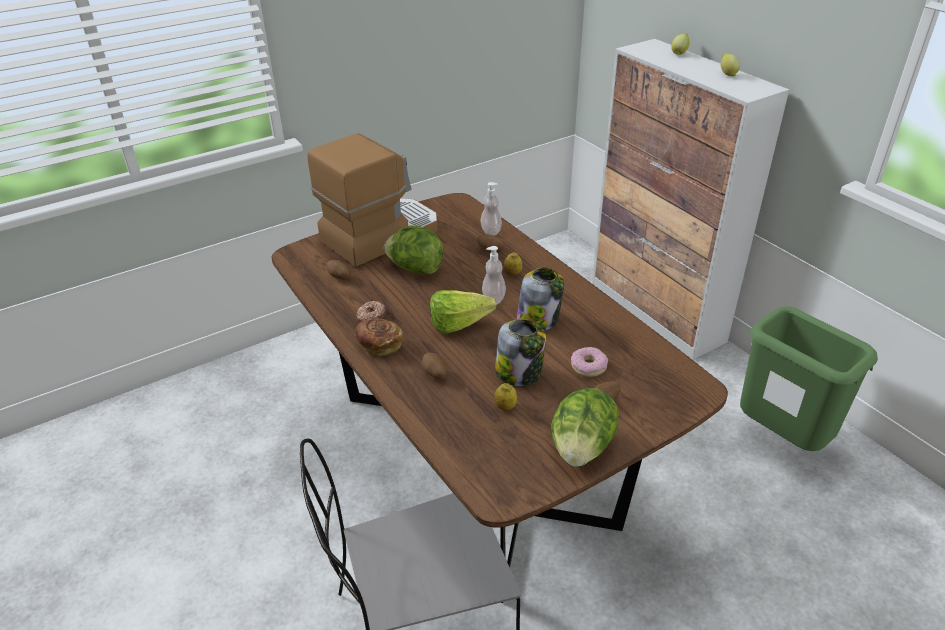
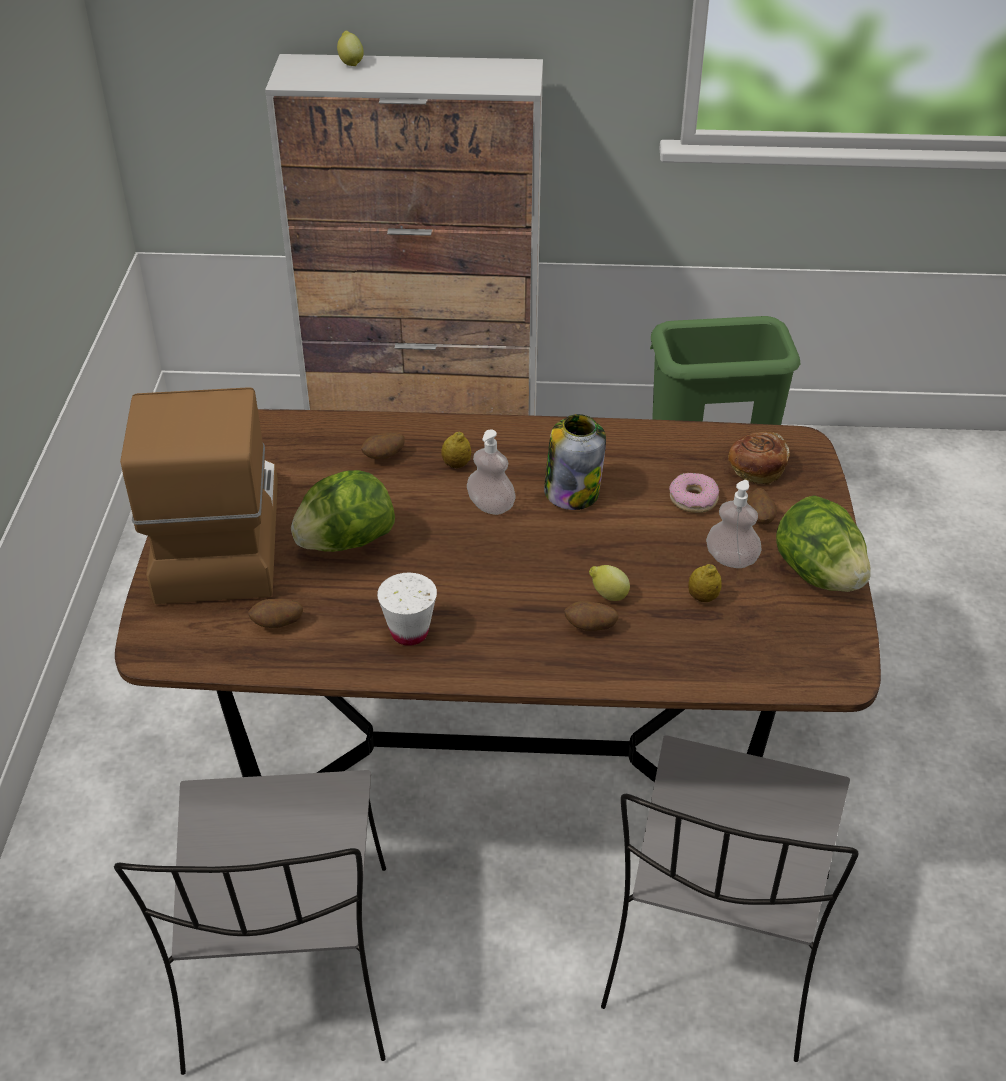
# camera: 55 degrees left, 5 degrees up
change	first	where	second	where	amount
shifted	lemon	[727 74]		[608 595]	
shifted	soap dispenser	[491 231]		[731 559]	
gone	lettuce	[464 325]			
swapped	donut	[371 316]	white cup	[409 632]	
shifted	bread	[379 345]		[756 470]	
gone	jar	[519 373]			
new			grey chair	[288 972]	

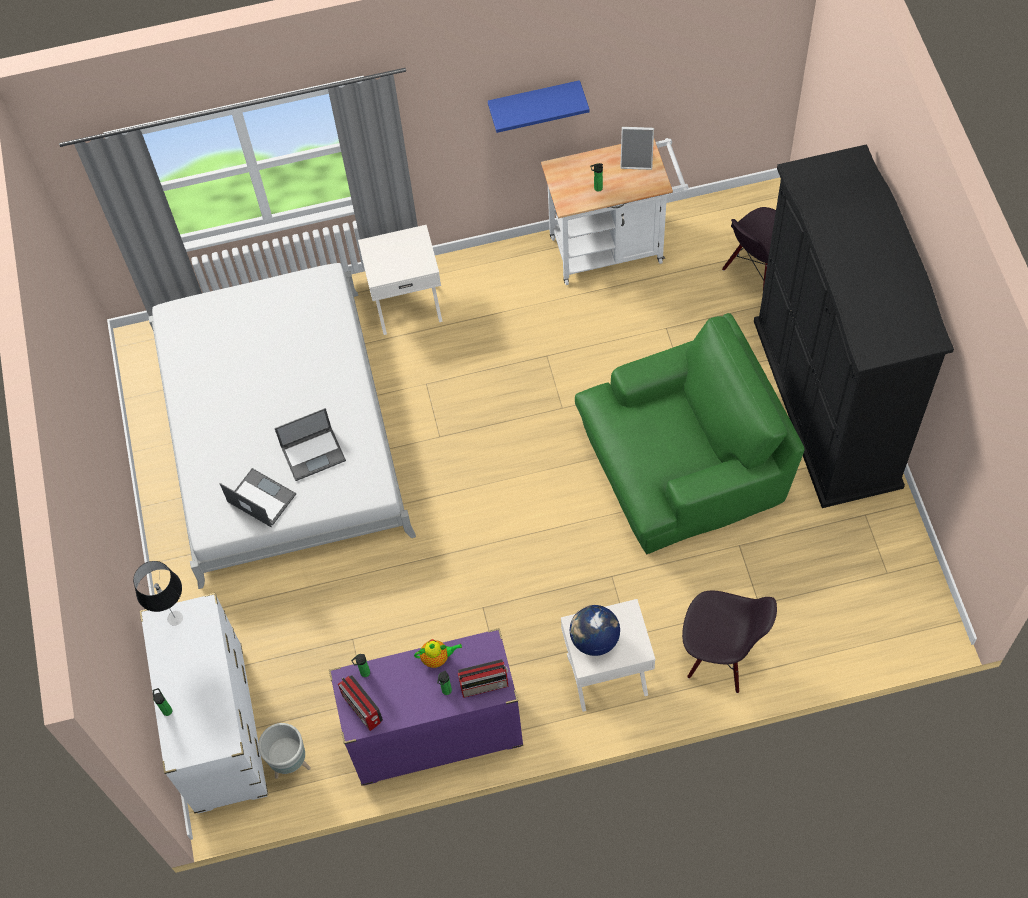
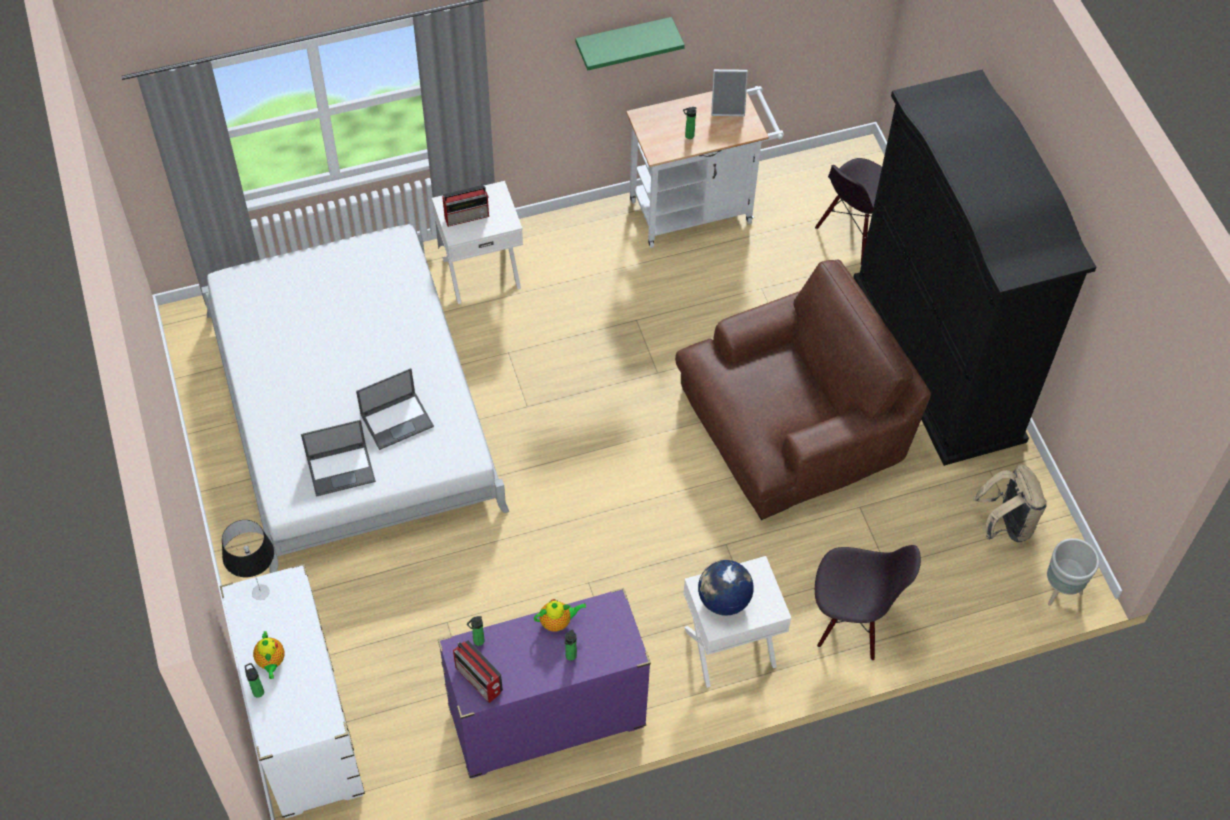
# camera: 10 degrees left, 5 degrees down
change	first	where	second	where	amount
repainted	blue shelf	[534 102]	green shelf	[623 41]	
repainted	green armchair	[683 462]	brown armchair	[792 423]	
rotated	laptop	[260 498]		[341 469]	135 degrees clockwise
shifted	radio	[485 684]		[467 216]	
shifted	grey planter	[291 764]		[1060 591]	
new			beige backpack	[1005 524]	
new			teapot	[271 662]	

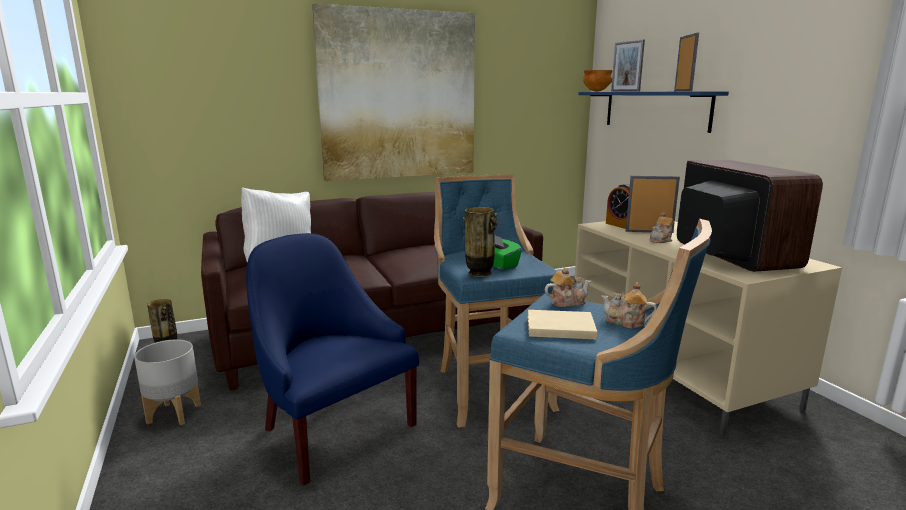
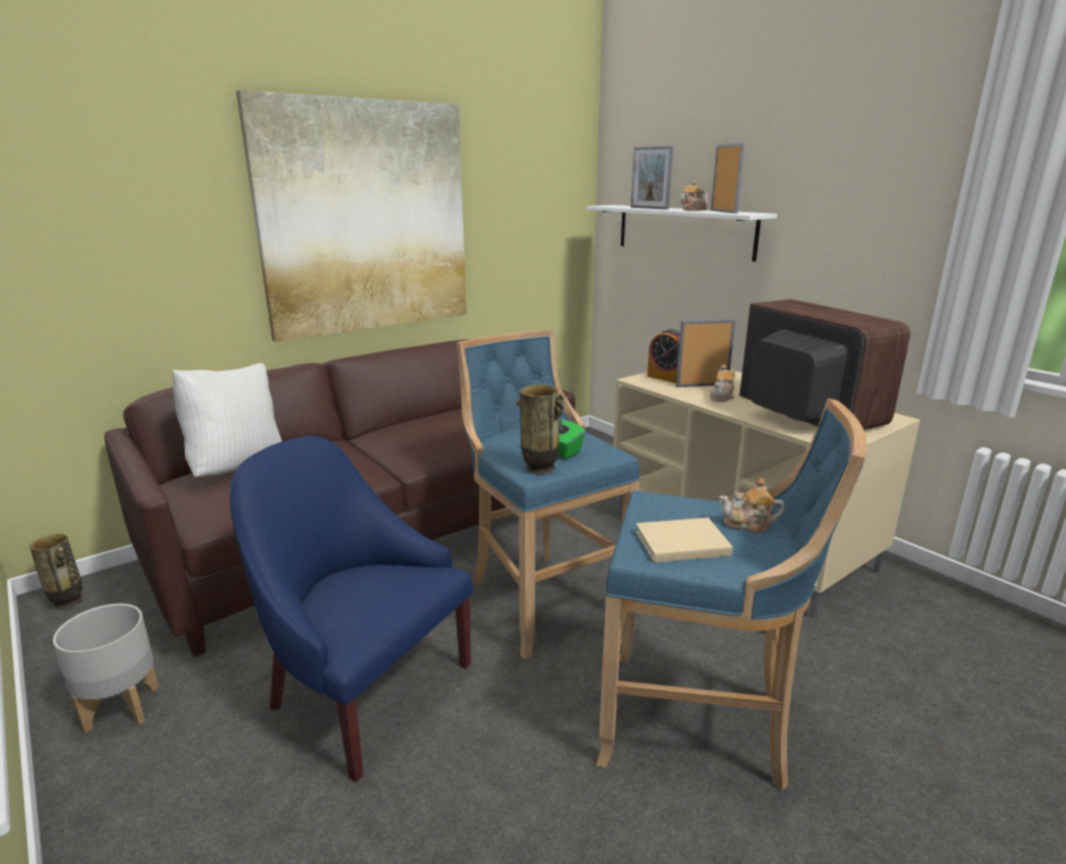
# camera: 15 degrees left, 5 degrees up
change	first	where	second	where	amount
gone	bowl	[597 91]			
repainted	blue shelf	[655 110]	white shelf	[684 231]	
shifted	teapot	[566 302]		[693 210]	

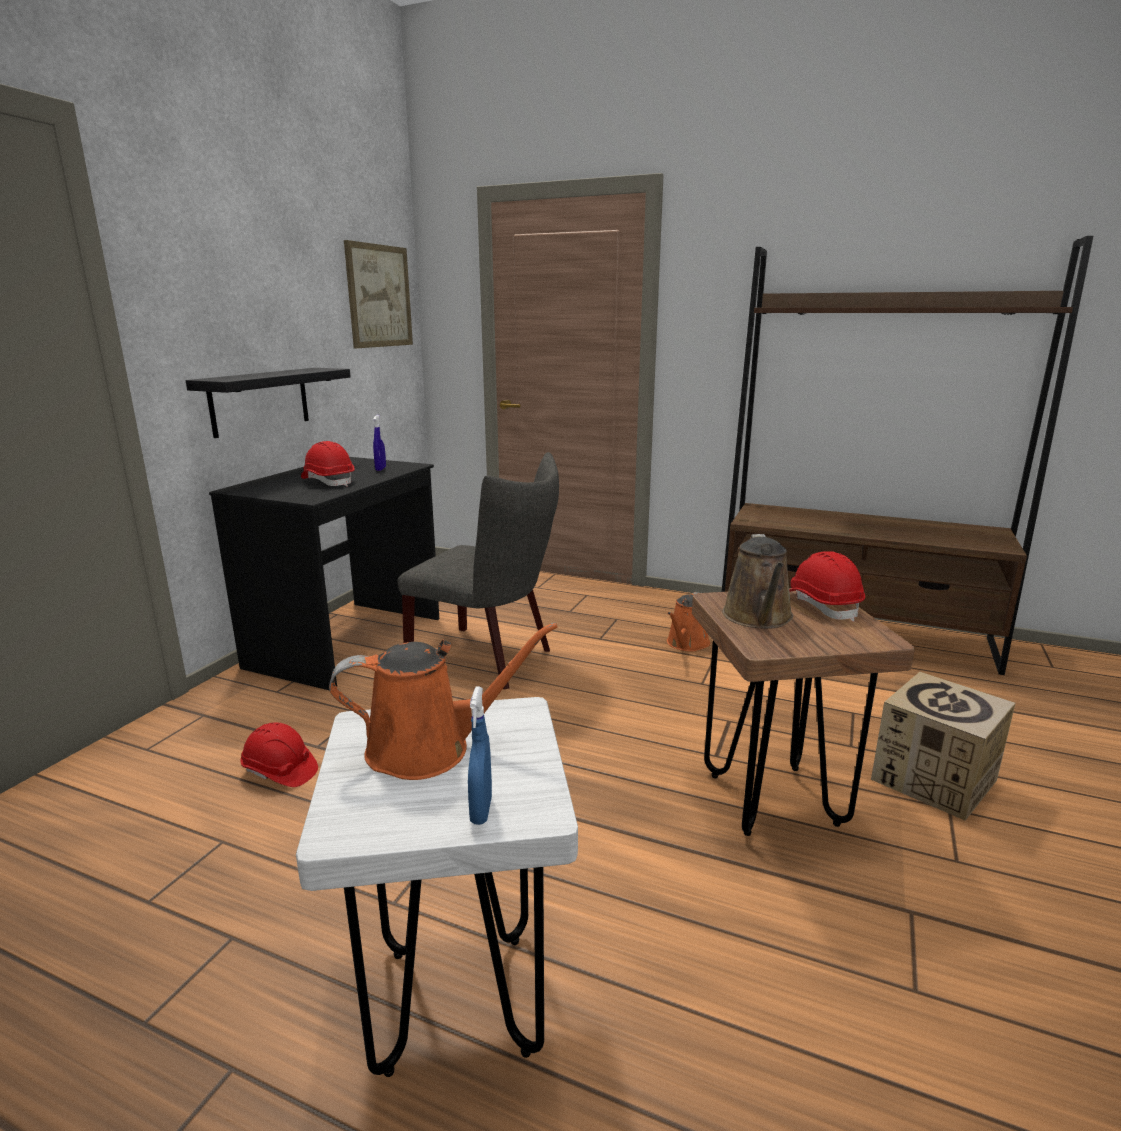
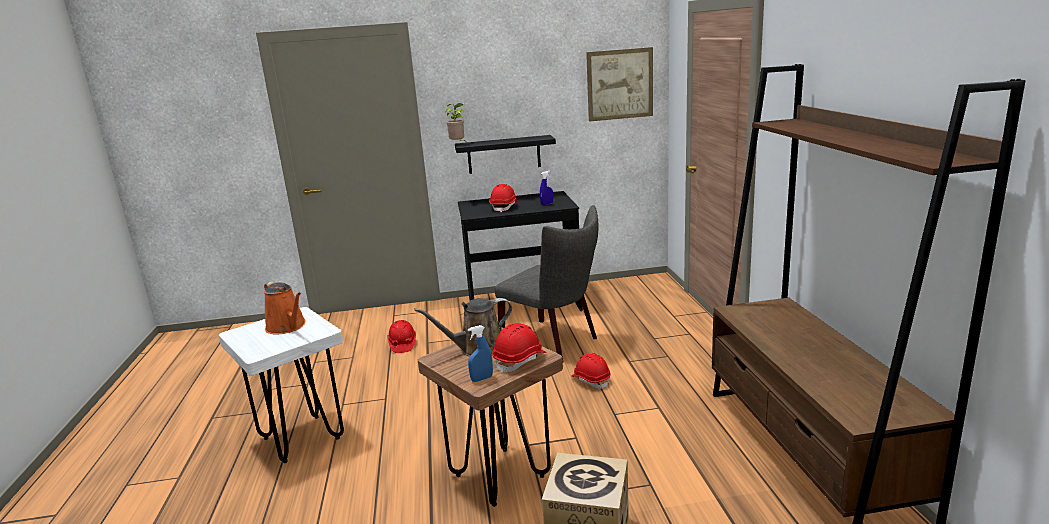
# camera: 60 degrees right, 0 degrees up
change	first	where	second	where	amount
rotated	grey chair	[489 659]		[554 342]	45 degrees counterclockwise
gone	orange watering can	[686 644]			
shifted	blue spray bottle	[481 810]		[482 379]	
new			potted plant	[458 144]	
new			red hard hat	[591 380]	

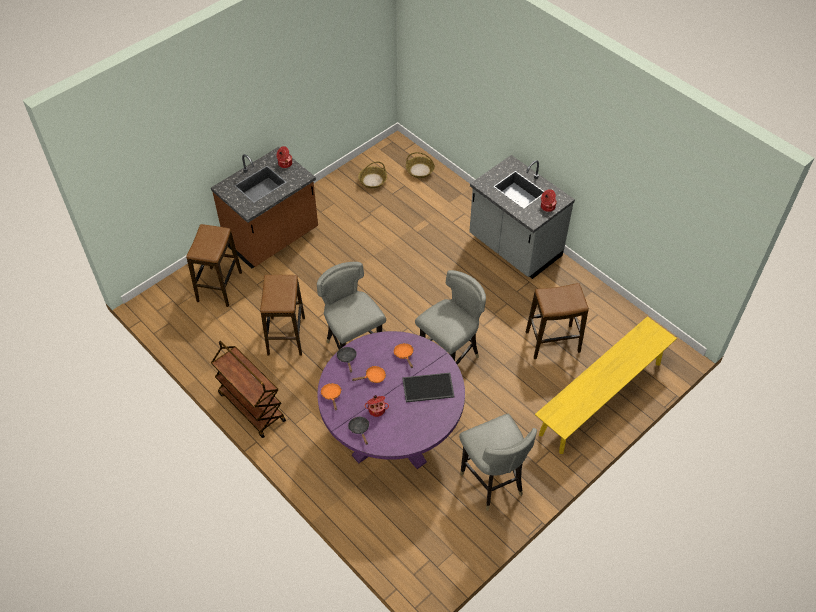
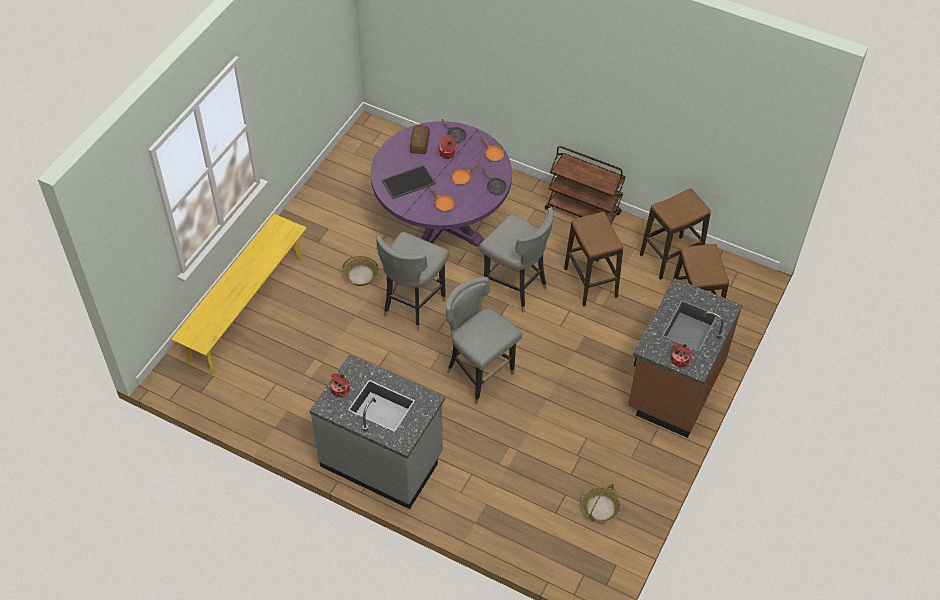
# camera: 160 degrees right, 0 degrees up
change	first	where	second	where	amount
shifted	basket	[419 170]		[361 275]	
shifted	stool	[552 342]		[670 258]	
shifted	grey chair	[492 482]		[480 375]	
new			bread	[420 143]	

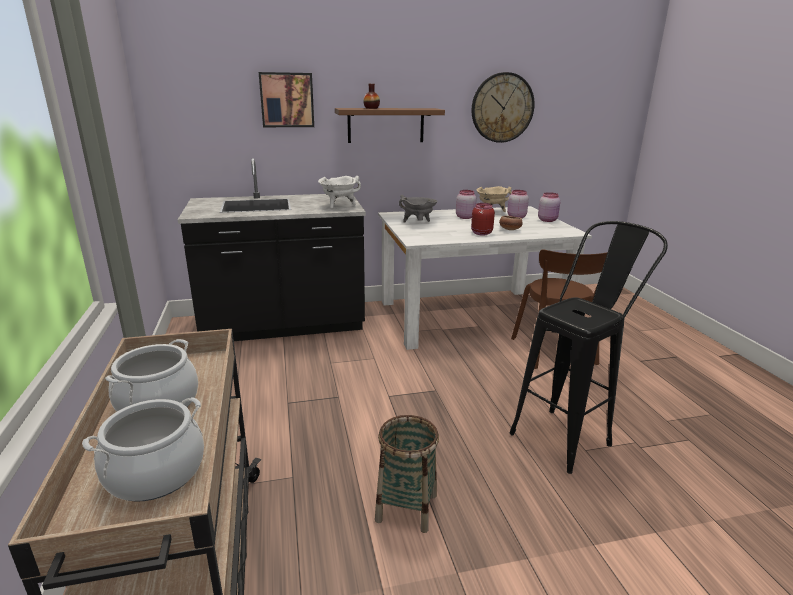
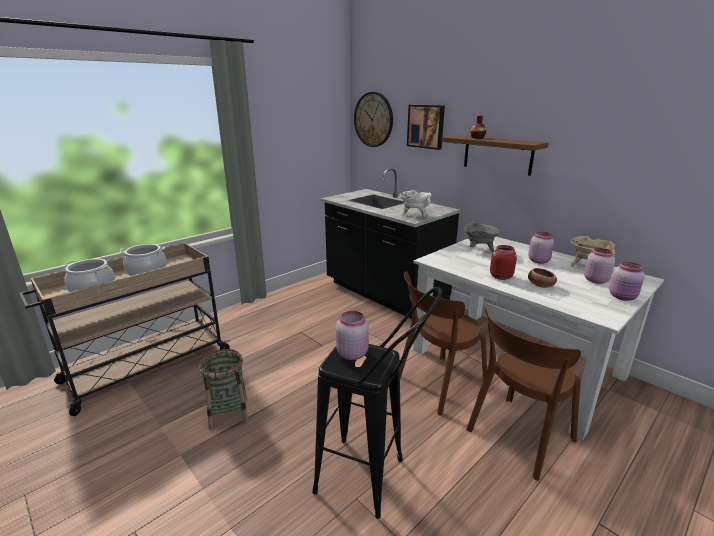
# camera: 60 degrees right, 0 degrees up
change	first	where	second	where	amount
shifted	wall clock	[502 108]		[373 119]	
new			brown chair	[437 385]	
new			pink jar	[352 353]	

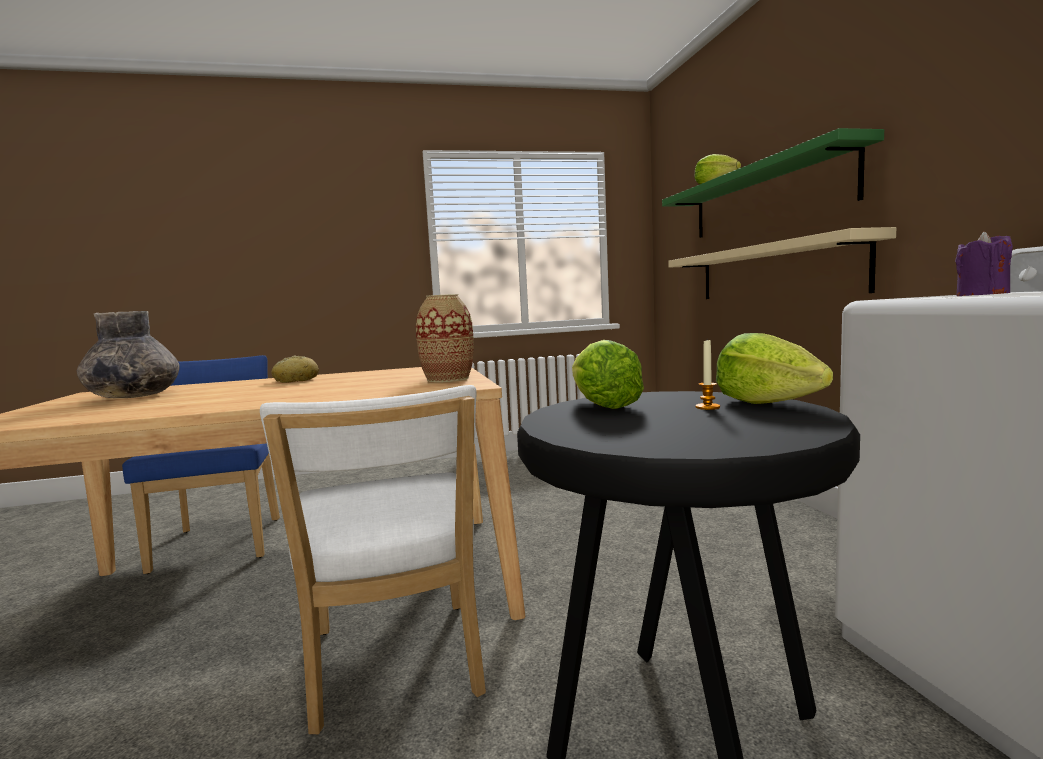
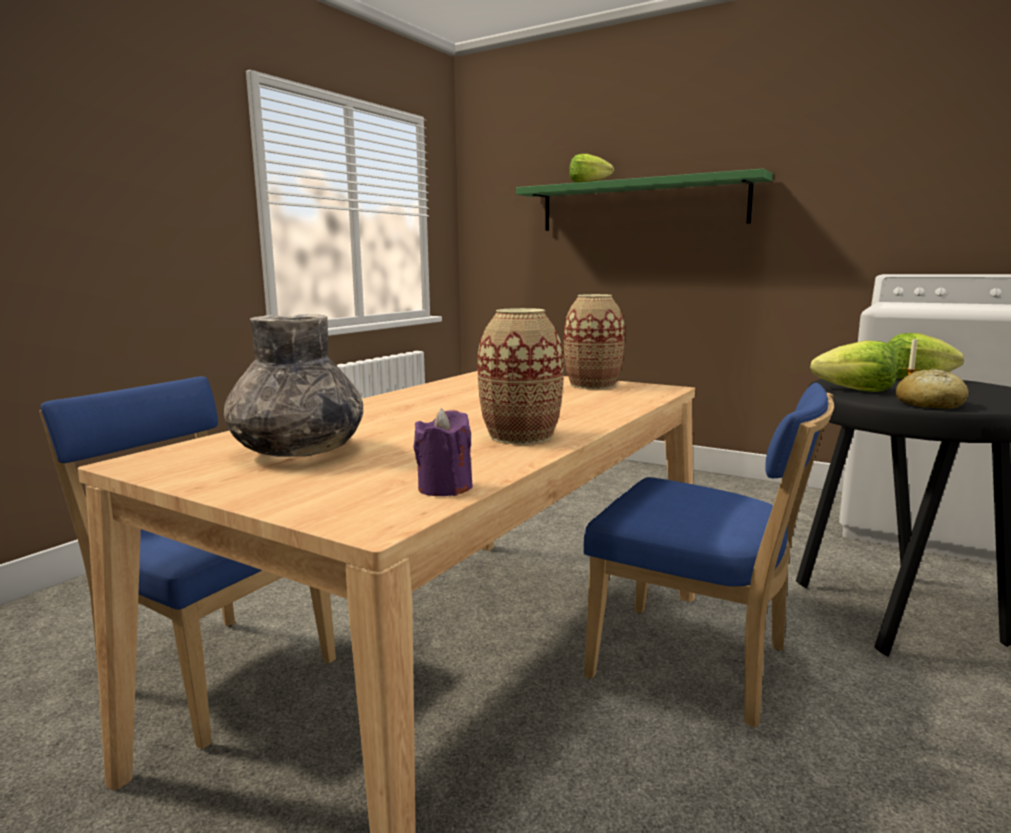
# camera: 45 degrees left, 5 degrees up
change	first	where	second	where	amount
gone	beige shelf	[773 272]			
shifted	purple candle	[982 295]		[445 488]	
shifted	bread	[295 380]		[929 404]	
repainted	white chair	[395 668]	blue chair	[698 666]	
new			vase	[520 436]	

